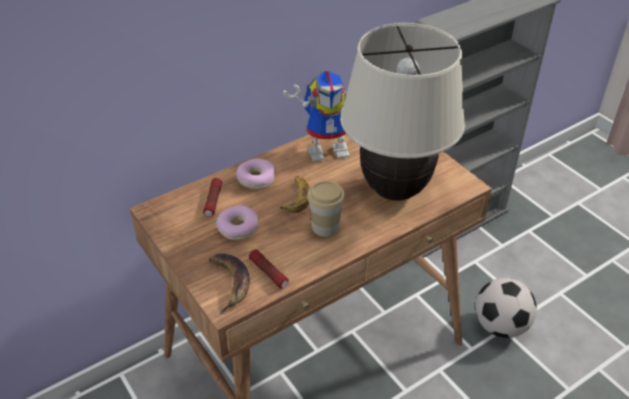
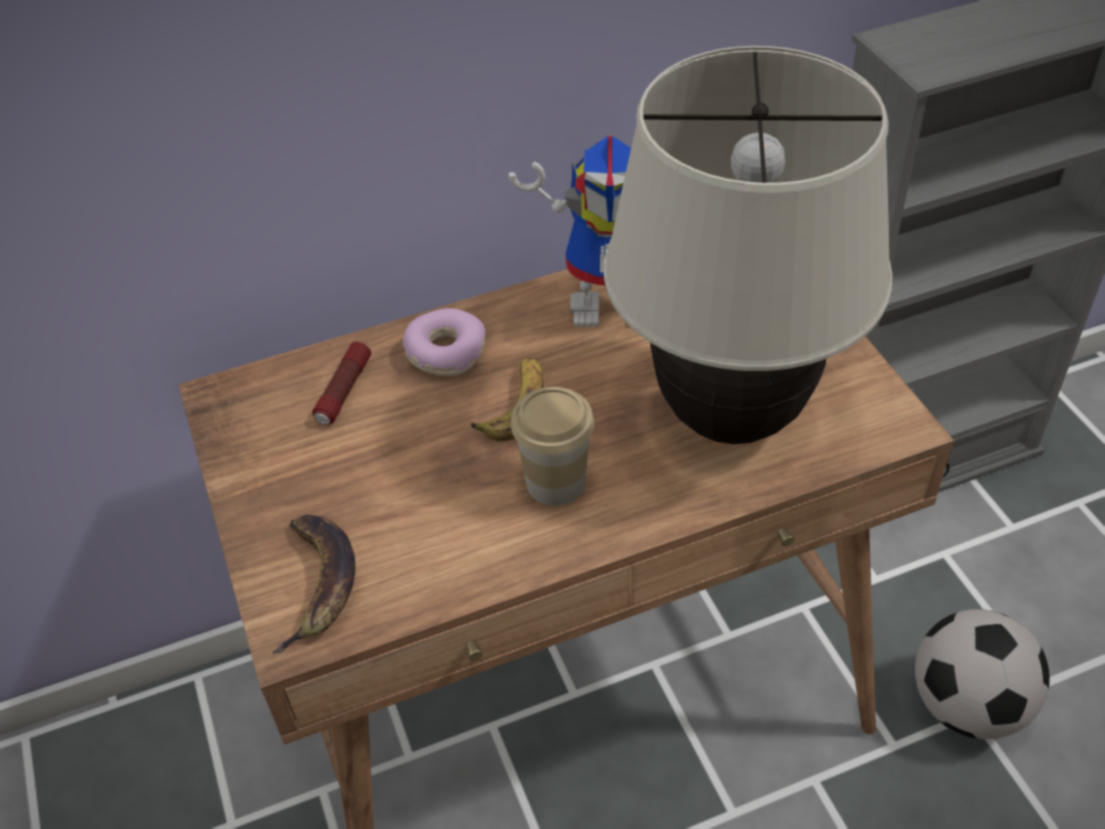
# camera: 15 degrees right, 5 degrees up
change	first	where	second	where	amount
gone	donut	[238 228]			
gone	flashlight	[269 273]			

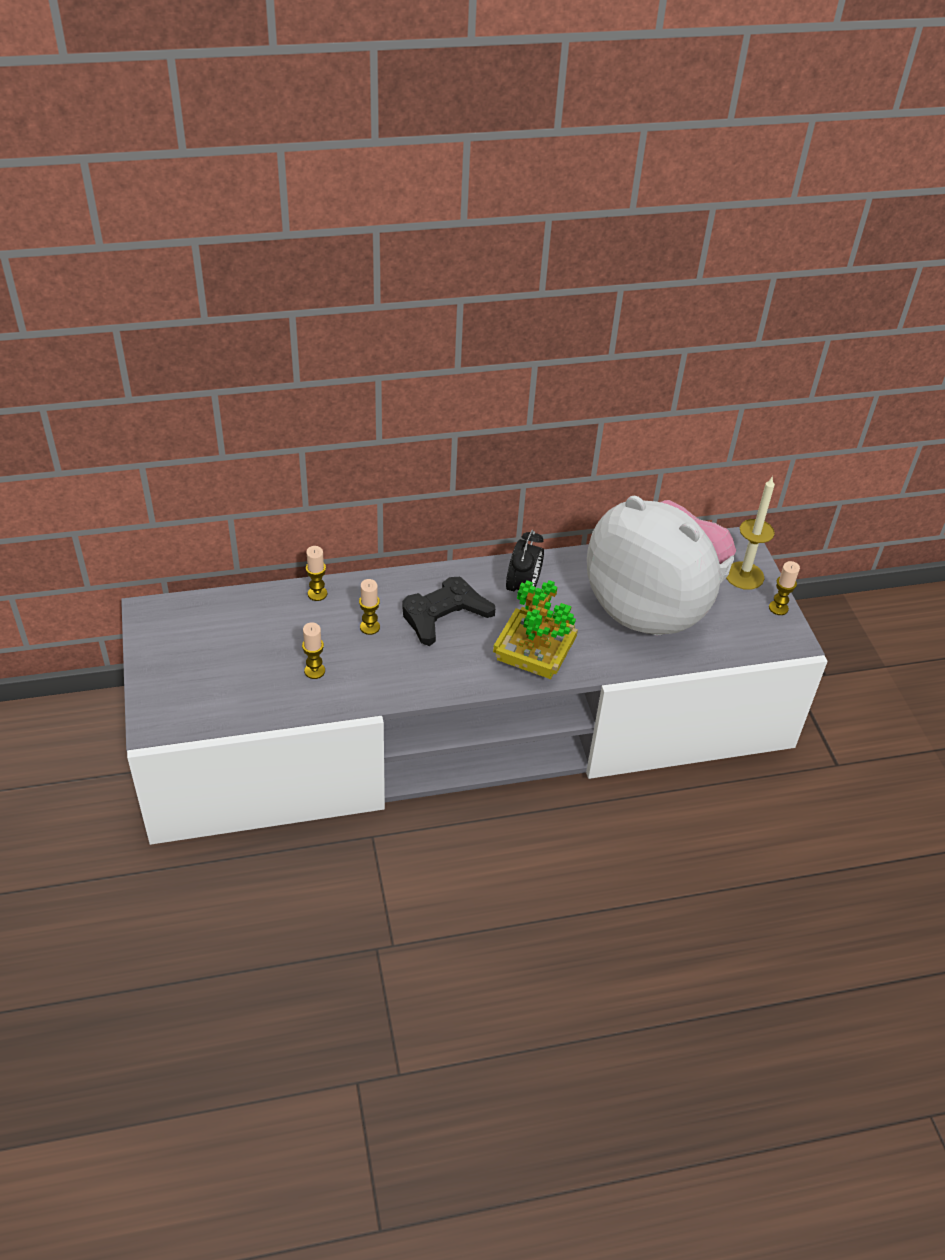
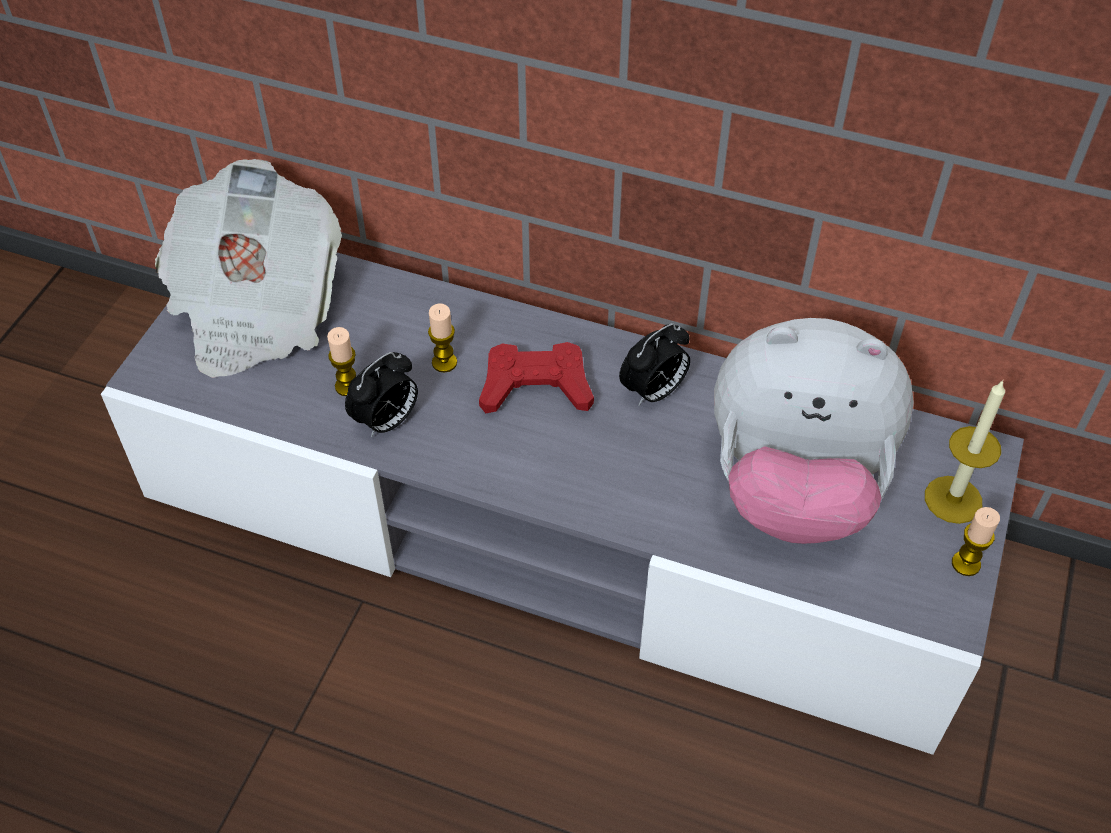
# camera: 35 degrees right, 5 degrees up
change	first	where	second	where	amount
rotated	plush toy	[653 608]		[794 488]	120 degrees clockwise
gone	candle	[317 594]			
repainted	black game controller	[444 616]	red game controller	[536 386]	
gone	potted plant	[533 660]			
new			newspaper	[255 307]	
new			alarm clock	[386 422]	

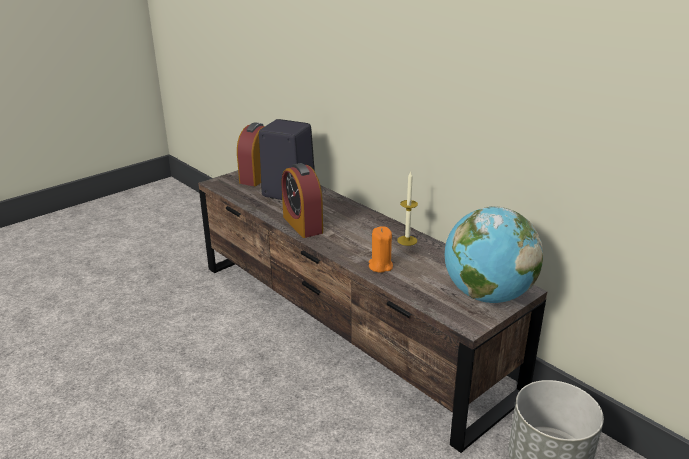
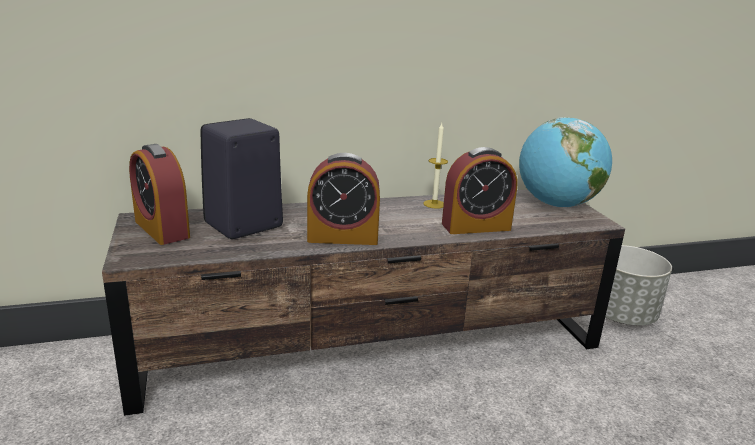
# camera: 65 degrees left, 5 degrees down
change	first	where	second	where	amount
swapped	orange candle	[380 266]	alarm clock	[476 226]	

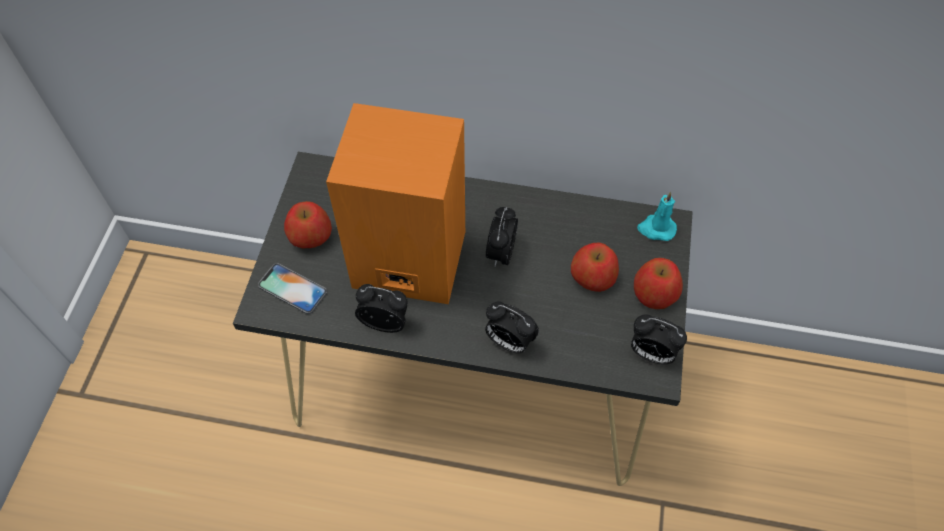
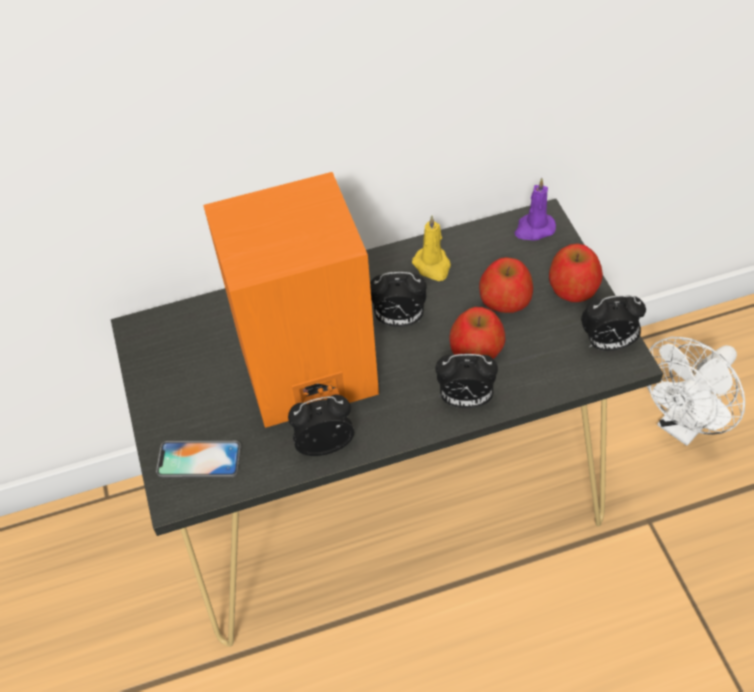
# camera: 25 degrees left, 5 degrees down
change	first	where	second	where	amount
repainted	turquoise candle	[656 229]	purple candle	[534 229]	
shifted	apple	[310 236]		[476 350]	
rotated	alarm clock	[500 253]		[399 320]	75 degrees counterclockwise
new			yellow candle	[432 266]	
new			white fan	[683 425]	

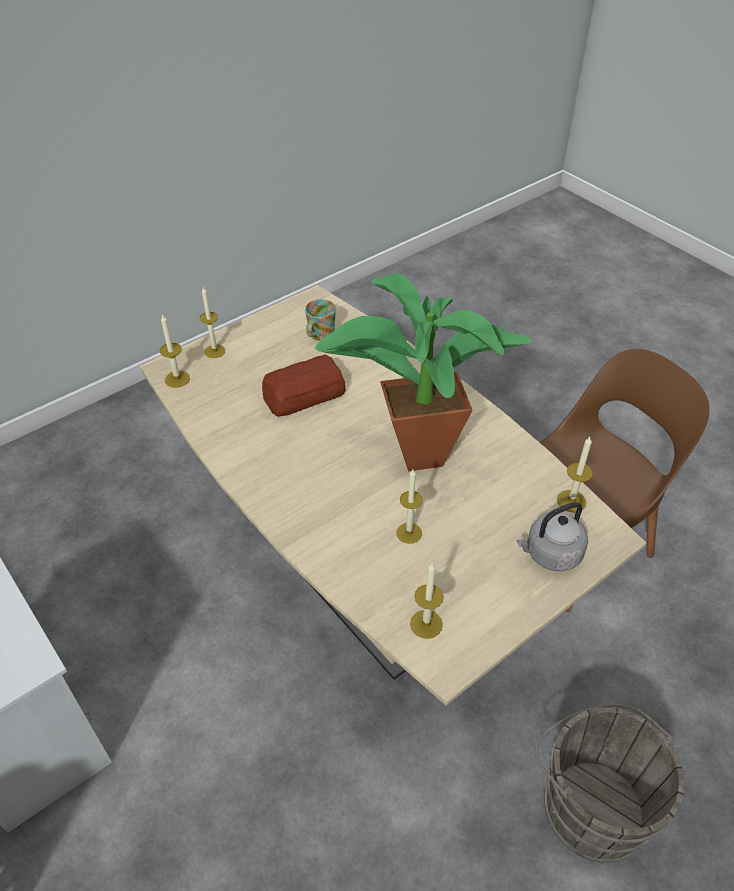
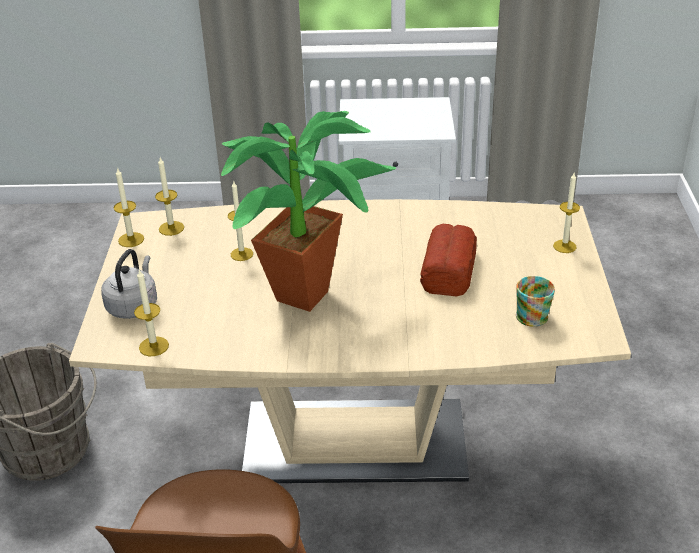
# camera: 130 degrees right, 10 degrees down
change	first	where	second	where	amount
shifted	candle	[177 379]		[131 239]	

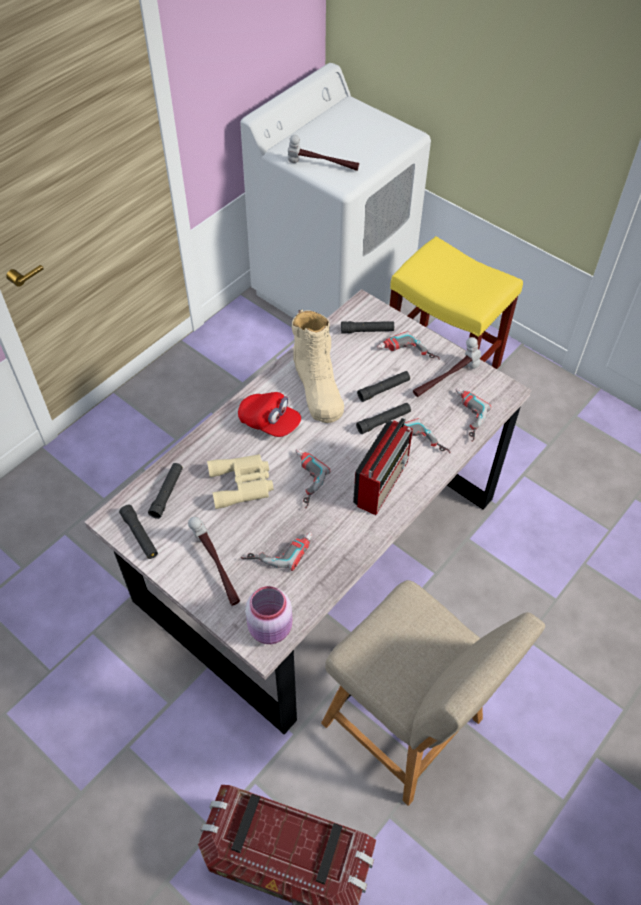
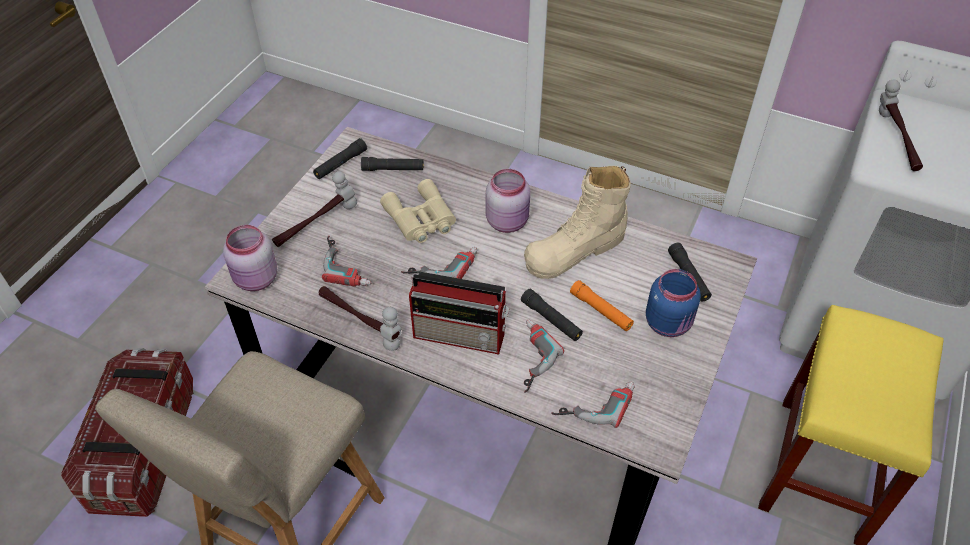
# camera: 75 degrees right, 5 degrees down
change	first	where	second	where	amount
swapped	power drill	[407 355]	blue jar	[669 323]	
shifted	hammer	[446 379]		[361 321]	
repainted	black flashlight	[384 389]	orange flashlight	[601 311]	
swapped	red cap	[269 422]	pink jar	[508 221]	

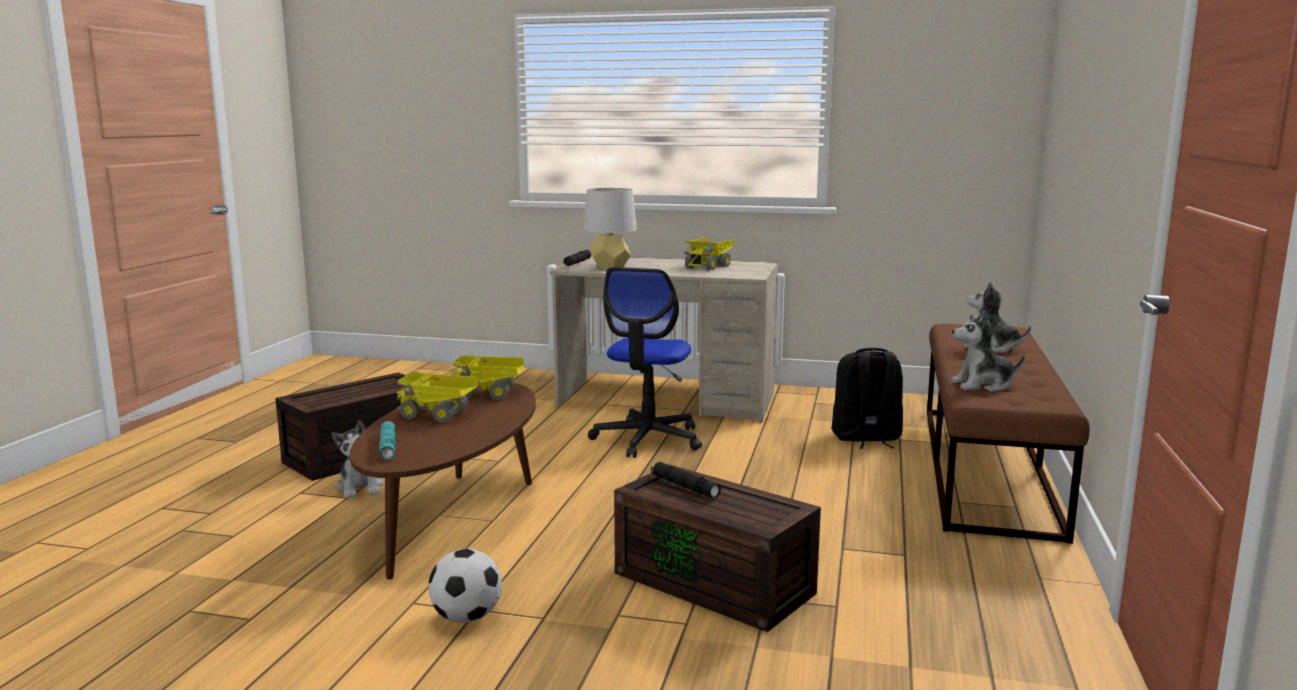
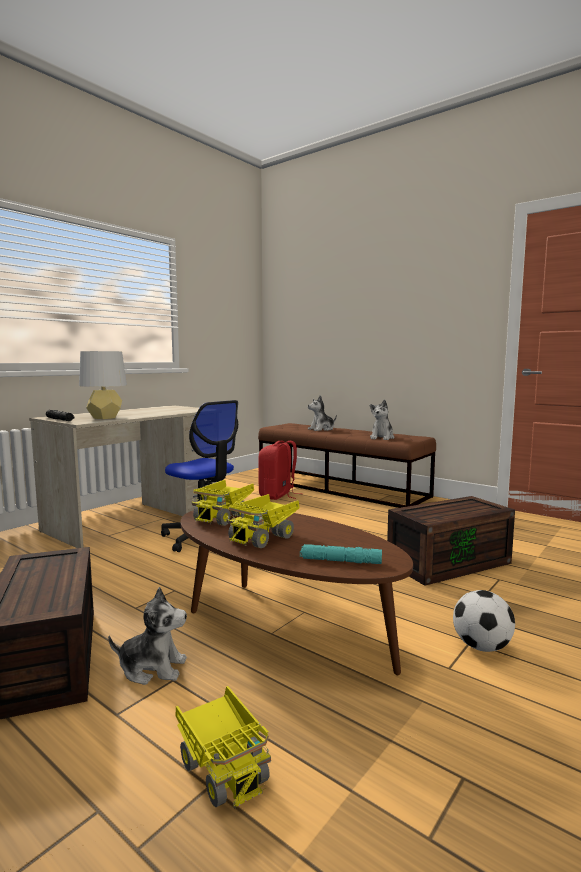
# camera: 65 degrees left, 5 degrees down
change	first	where	second	where	amount
shifted	toy truck	[708 266]		[223 766]	
repainted	black backpack	[866 438]	red backpack	[278 496]	
gone	black flashlight	[684 486]			

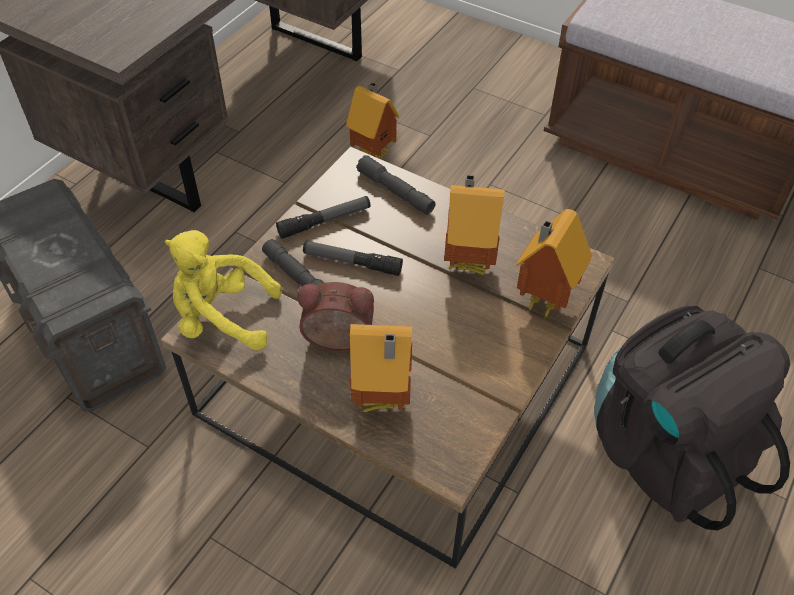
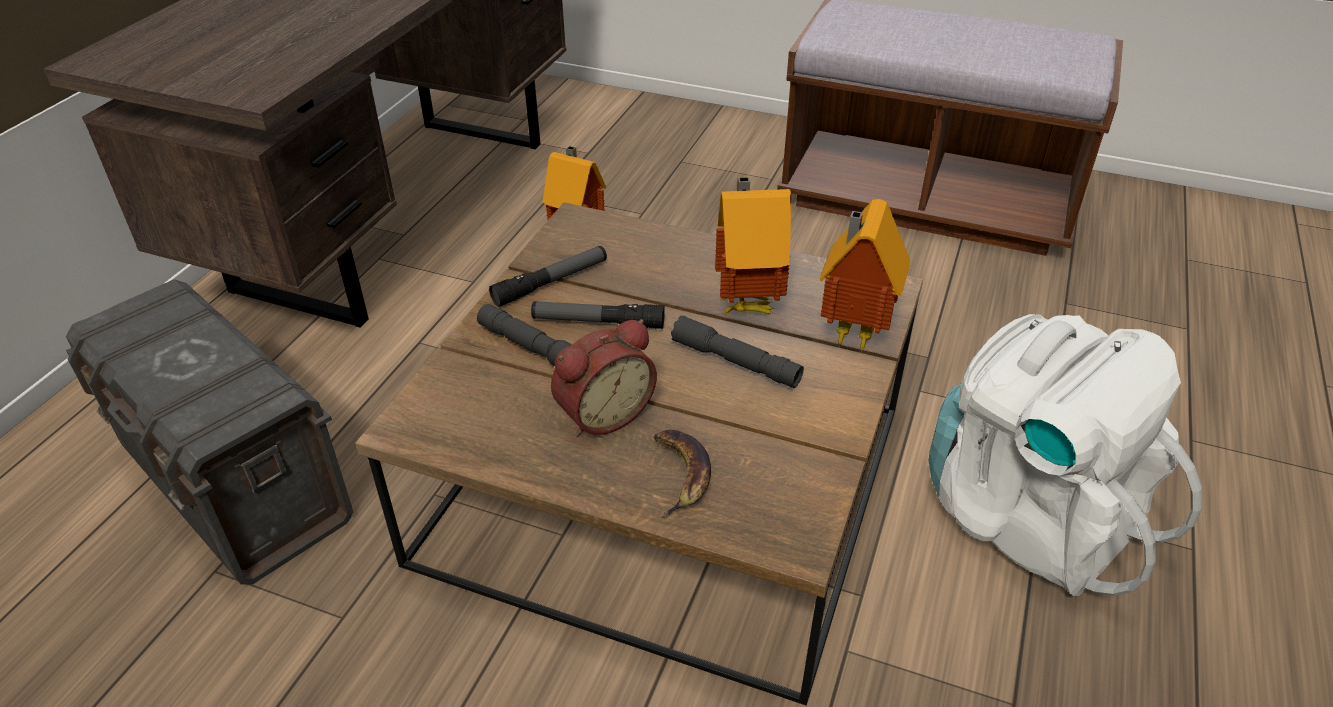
# camera: 10 degrees left, 10 degrees down
change	first	where	second	where	amount
shifted	grey flashlight	[395 191]		[735 362]	
gone	yellow plush toy	[222 318]			
rotated	alarm clock	[338 342]		[602 413]	150 degrees clockwise
repainted	black backpack	[665 451]	white backpack	[1029 516]	
swapped	toy house	[382 402]	banana	[681 475]	

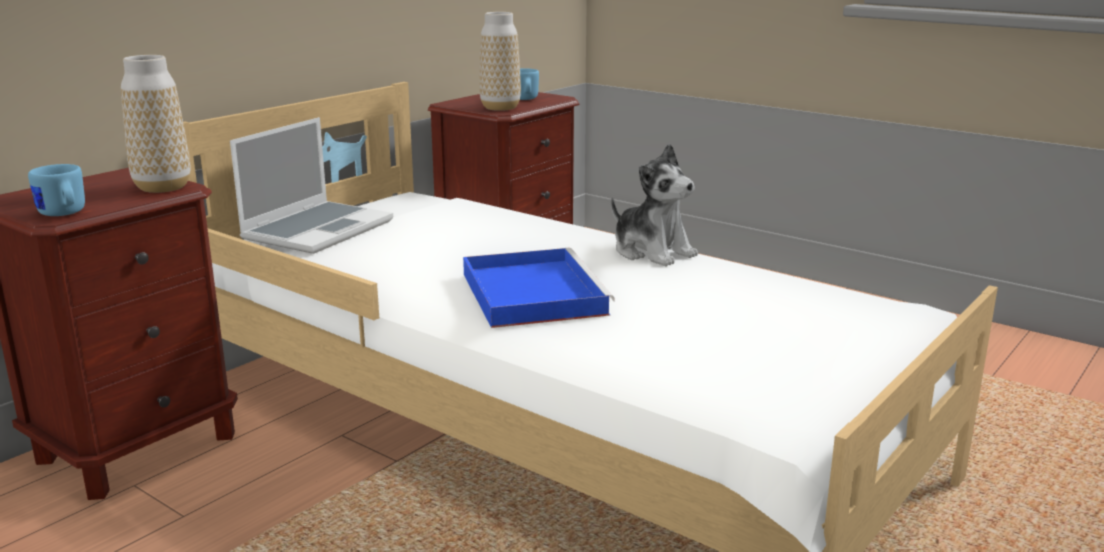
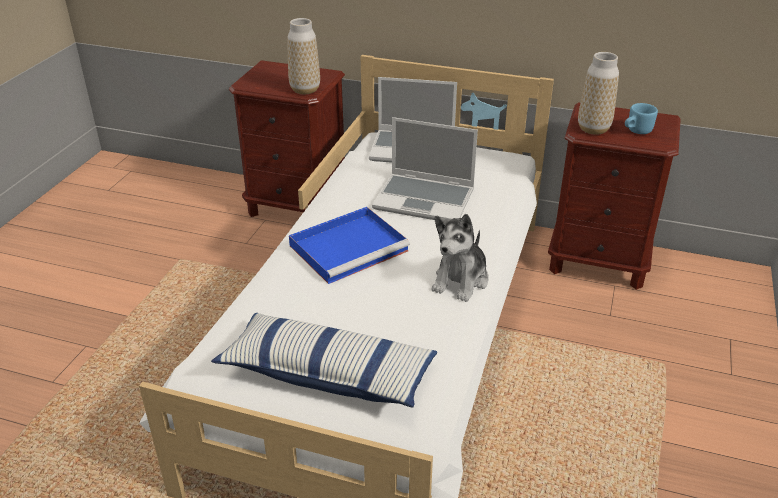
# camera: 70 degrees right, 15 degrees up
change	first	where	second	where	amount
gone	blue mug	[63 214]			
new			laptop	[425 199]	
new			pillow	[328 374]	

